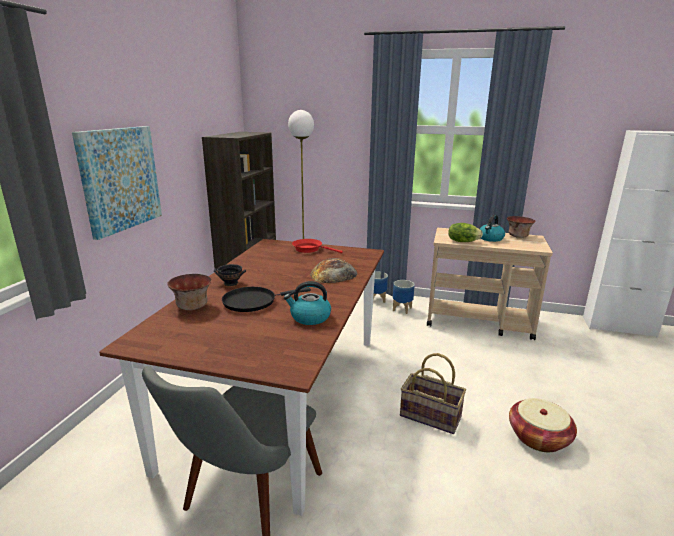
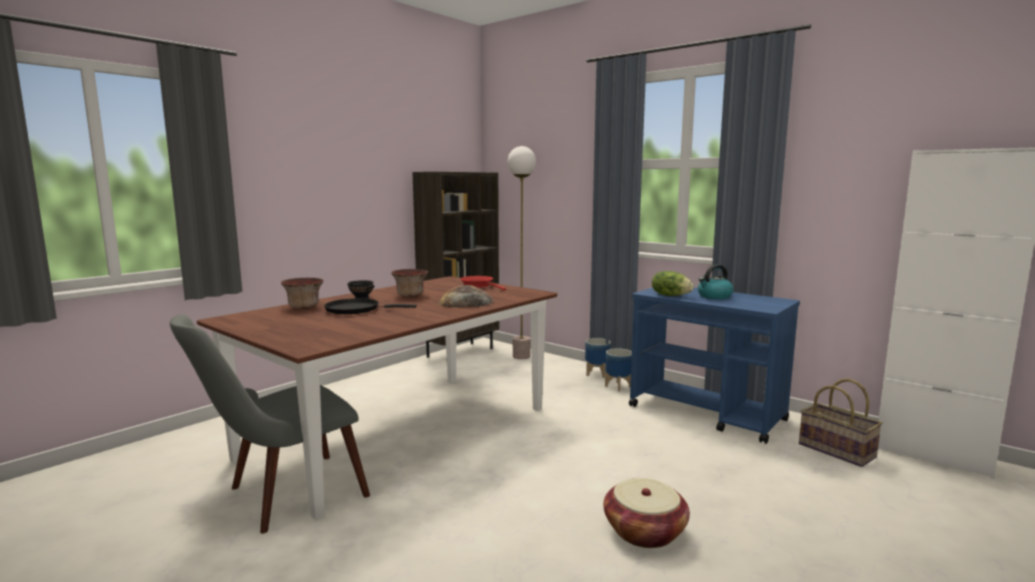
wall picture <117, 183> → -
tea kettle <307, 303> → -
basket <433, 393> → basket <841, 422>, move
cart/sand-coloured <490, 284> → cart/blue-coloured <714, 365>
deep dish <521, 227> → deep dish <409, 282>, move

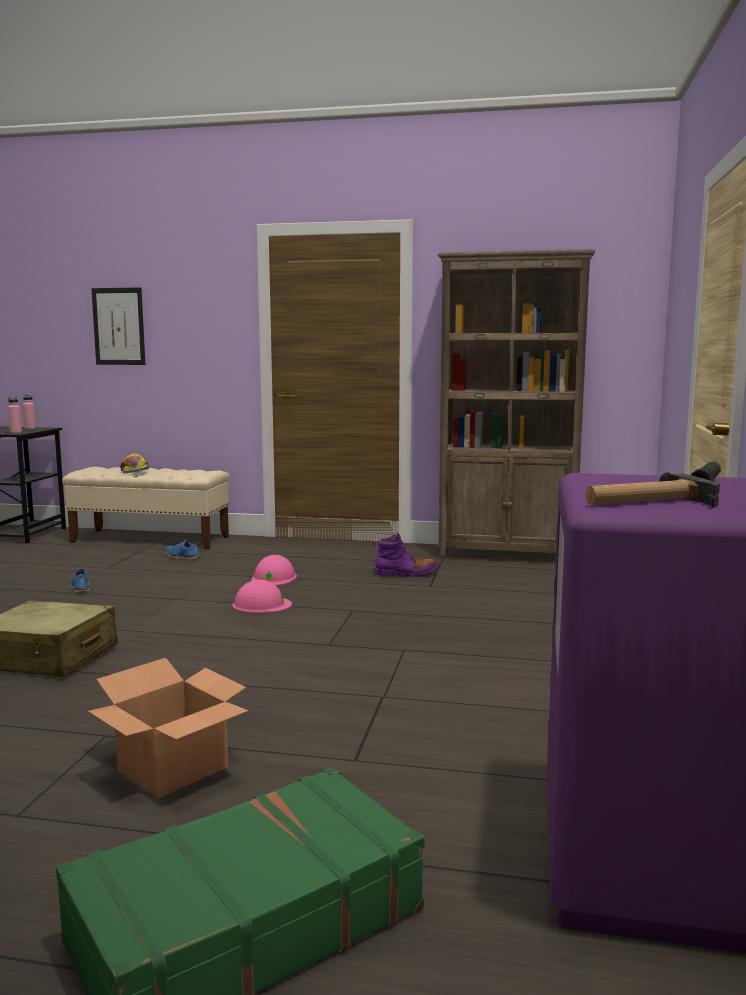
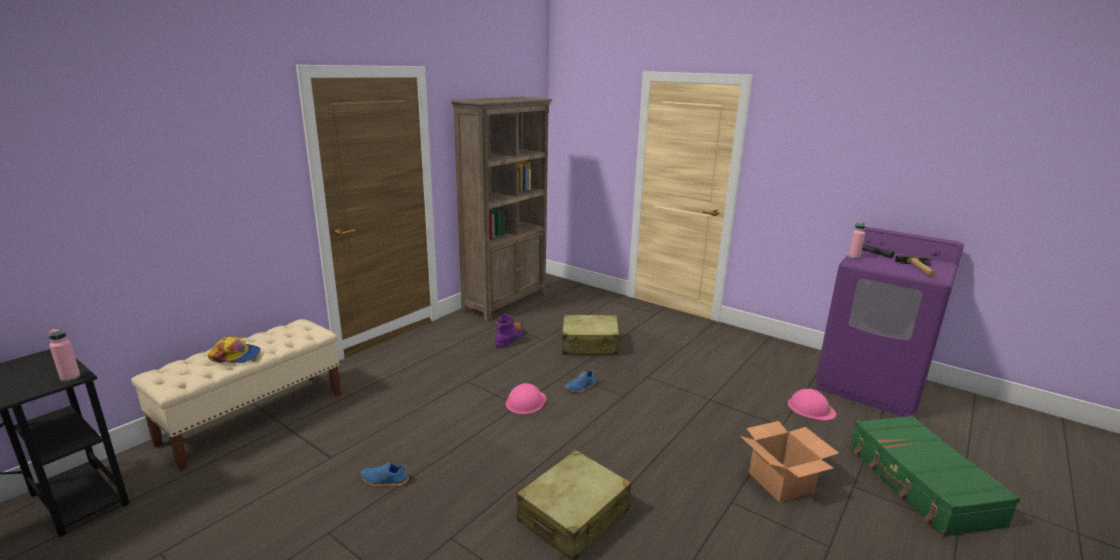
bottle/pink-coloured <29, 412> → bottle/pink-coloured <856, 240>, move
wall picture <118, 326> → -
low shoe/blue-coloured <182, 549> → low shoe/blue-coloured <580, 381>, move
safety helmet/pink-coloured <274, 570> → safety helmet/pink-coloured <812, 405>, move
- → piece of luggage/sand-coloured <592, 335>

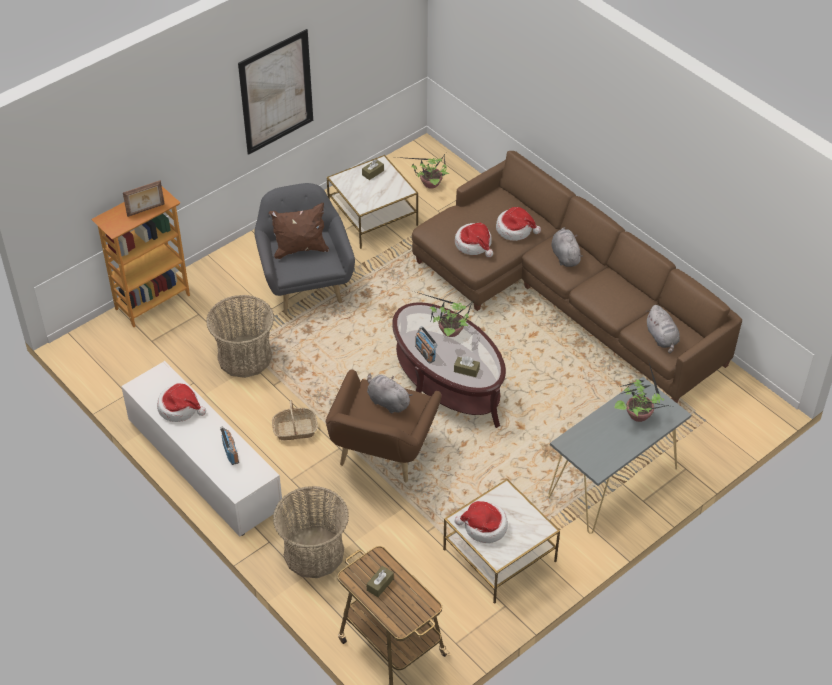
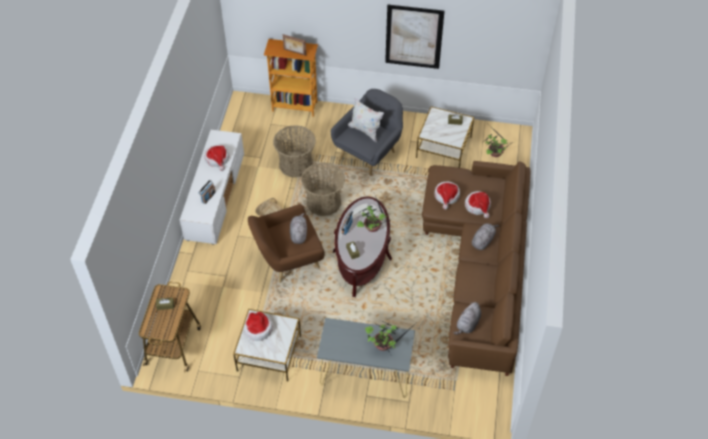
pillow/brownish <299, 231> → pillow/white <366, 119>
basket <311, 532> → basket <323, 189>, move

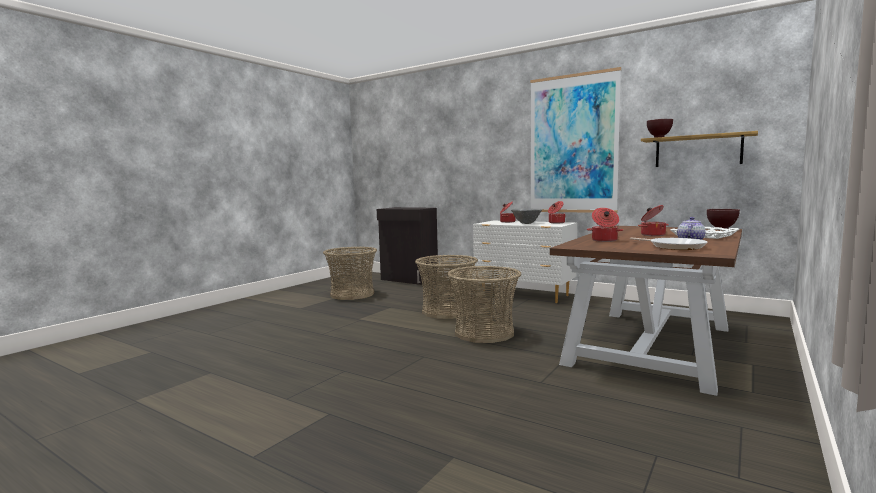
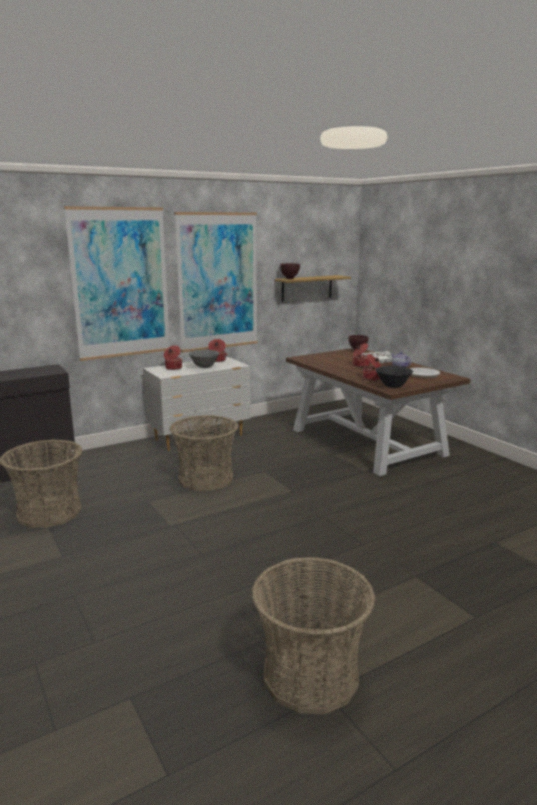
basket <484, 304> → basket <314, 635>, move
- → wall picture <117, 283>
- → deep dish/black <394, 377>

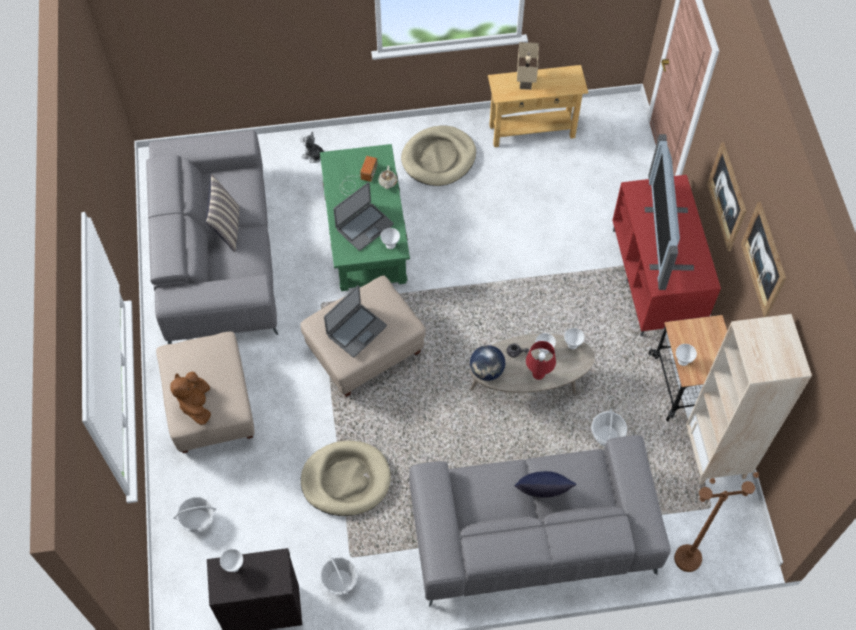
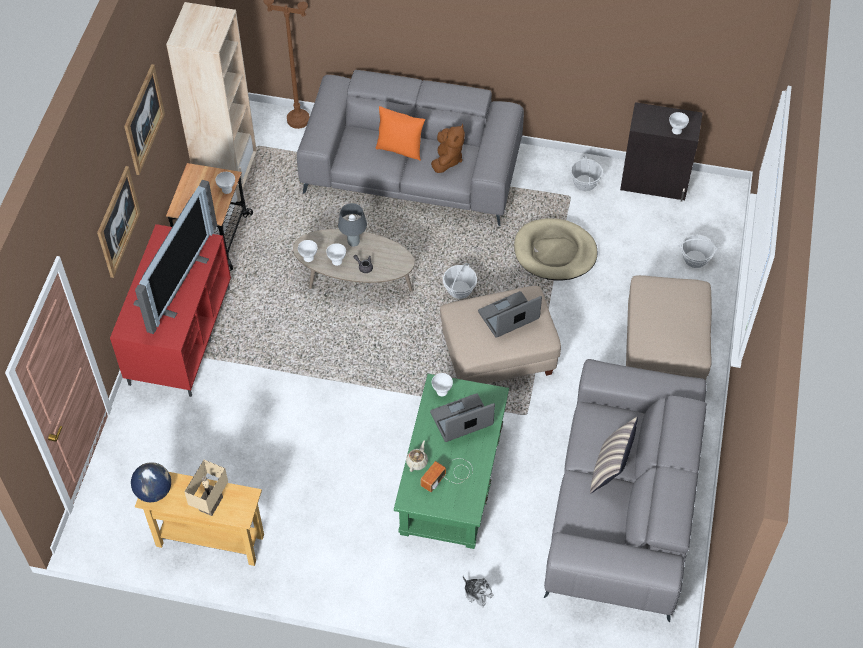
plush toy/brownish <190, 398> → plush toy/brownish <448, 148>, move
dog bed/sand-coloured <438, 155> → -
world globe <487, 363> → world globe <151, 482>, move
pillow/blue-coloured <545, 484> → pillow/orange <400, 133>
table lamp/red <541, 360> → table lamp/gray <352, 225>
basket <609, 427> → basket <460, 281>, move

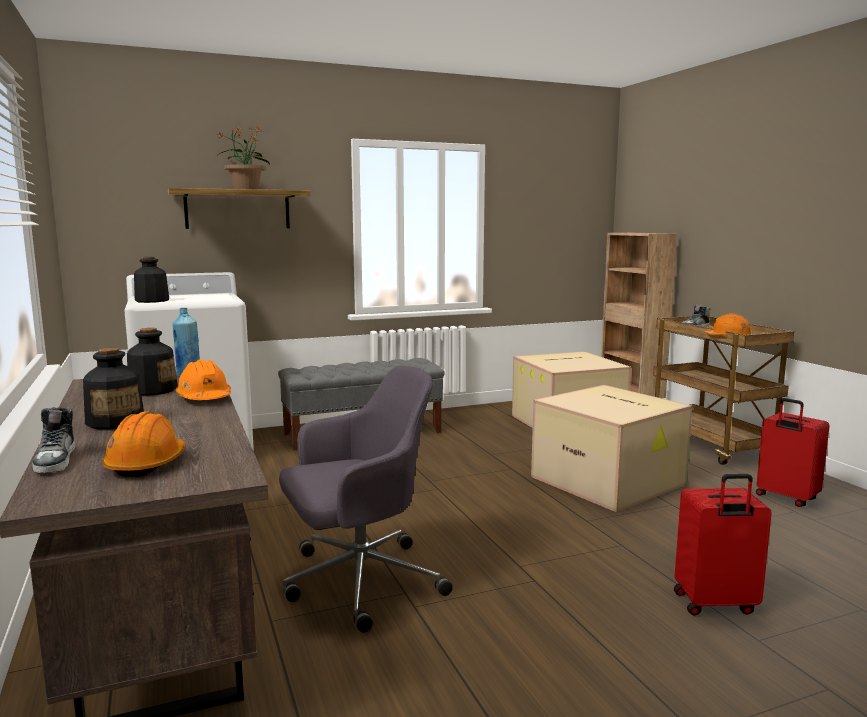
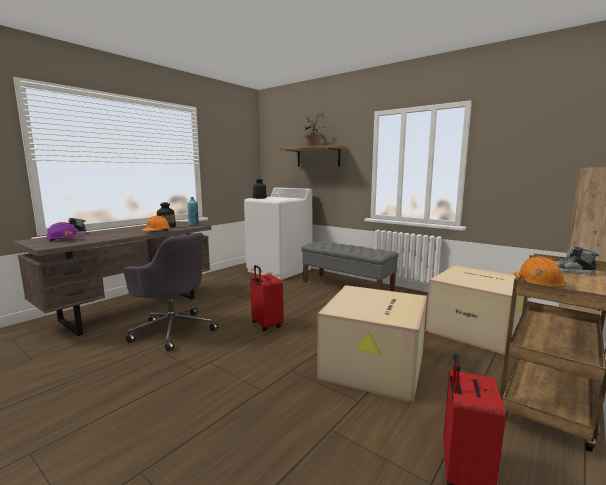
bottle <113, 388> → -
safety helmet/orange <144, 444> → safety helmet/purplish <64, 232>
piece of luggage/red <723, 545> → piece of luggage/red <266, 298>, move

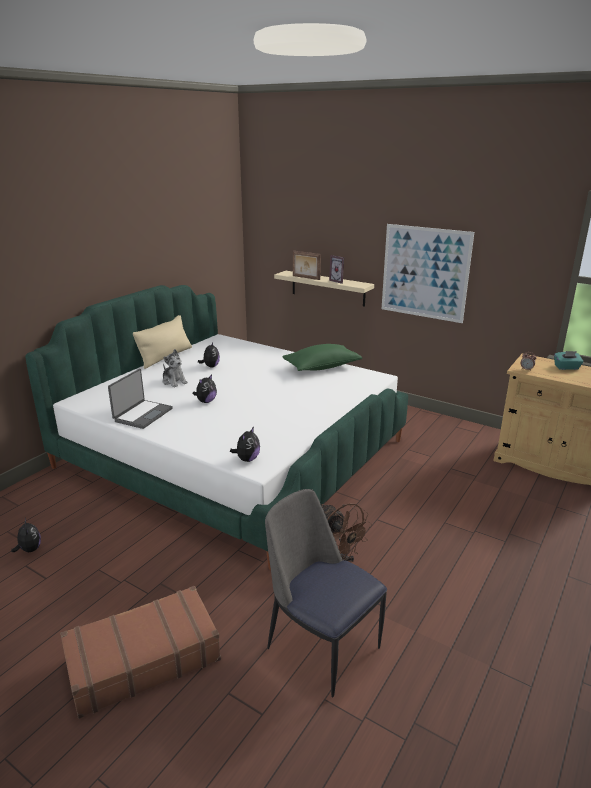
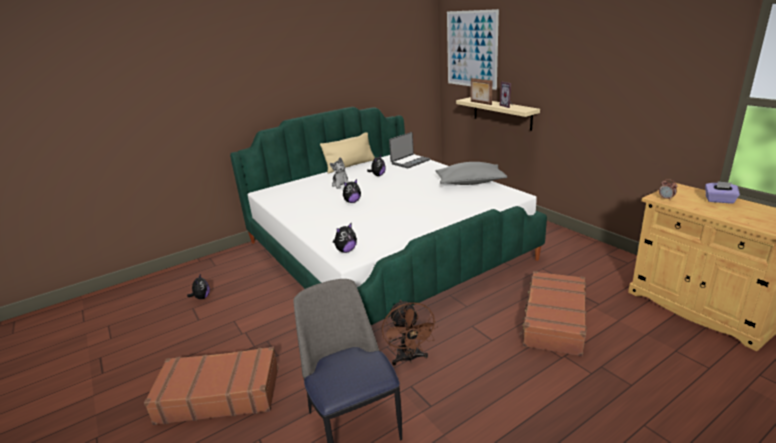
portable computer <140, 399> → portable computer <409, 150>, move
pillow/green-coloured <322, 357> → pillow/gray <471, 173>
wall picture <428, 273> → wall picture <473, 49>, move
box of tissues/turquoise-coloured <568, 360> → box of tissues/purplish <722, 192>
- → piece of luggage/brownish <553, 313>

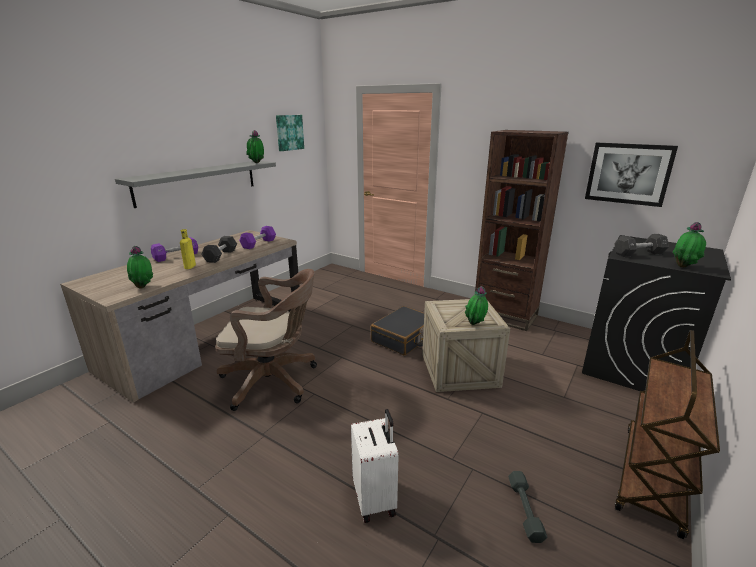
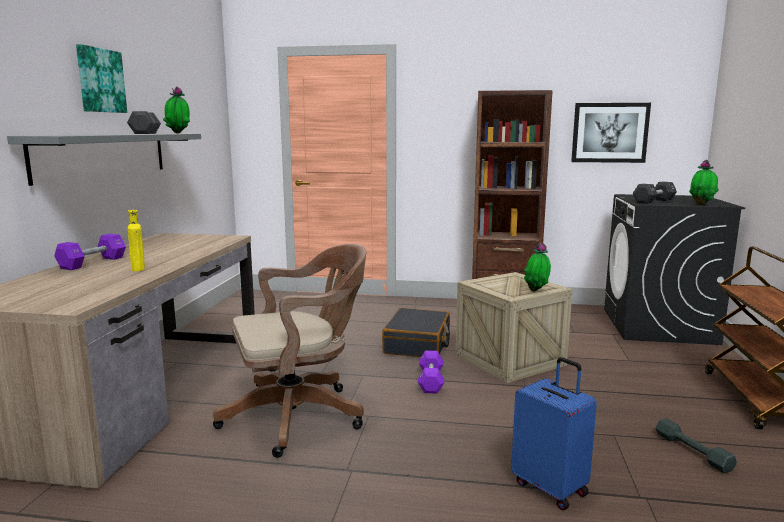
plant in a pot <140, 267> → -
hand weight/black <219, 249> → hand weight/black <144, 122>, move
hand weight/purplish <257, 237> → hand weight/purplish <431, 372>, move
wall picture <290, 133> → wall picture <101, 78>, move
piece of luggage/white <375, 466> → piece of luggage/blue-coloured <554, 433>

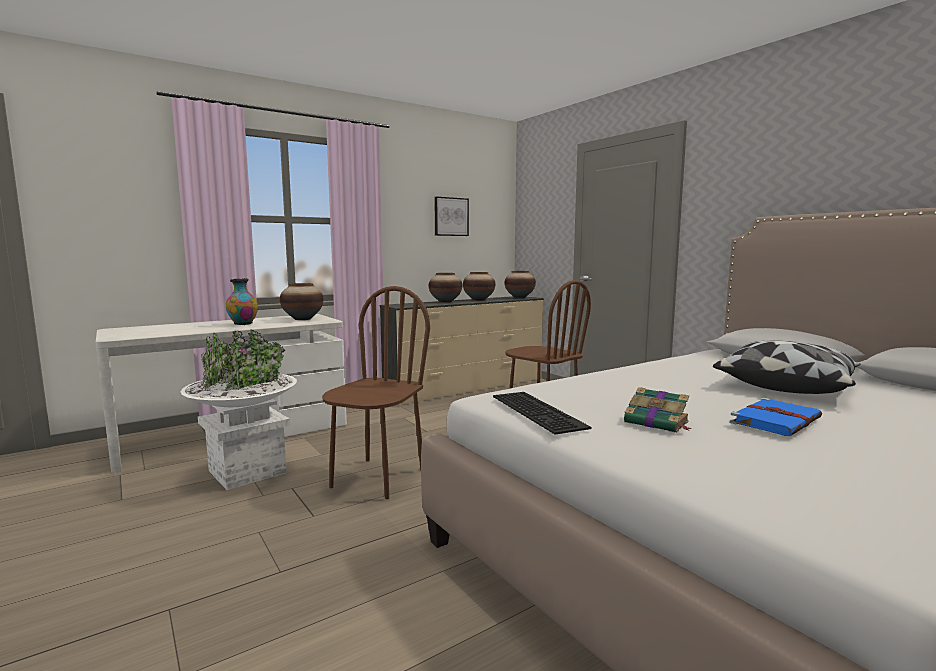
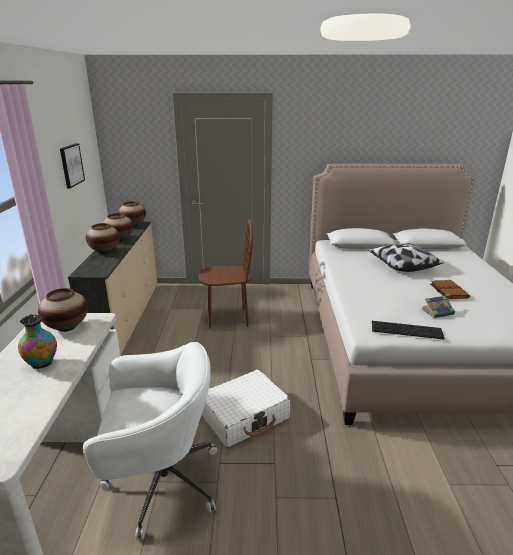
plant pot/white <238, 409> → computer chair/white <150, 441>
plain chair/brownish <376, 392> → piece of luggage/white <246, 408>
bound book/blue-coloured <776, 417> → bound book/brownish <450, 290>

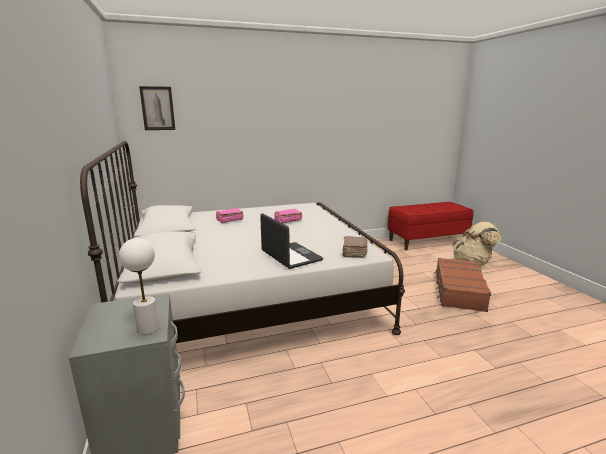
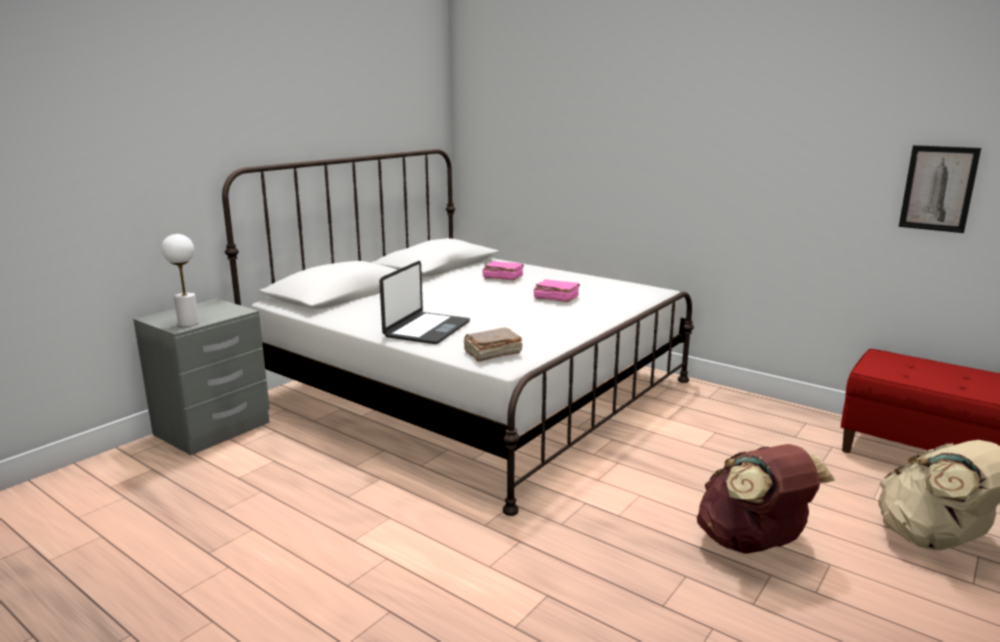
wall picture <157, 108> → wall picture <940, 189>, move
piece of luggage/brownish <462, 285> → rucksack/brownish <766, 499>

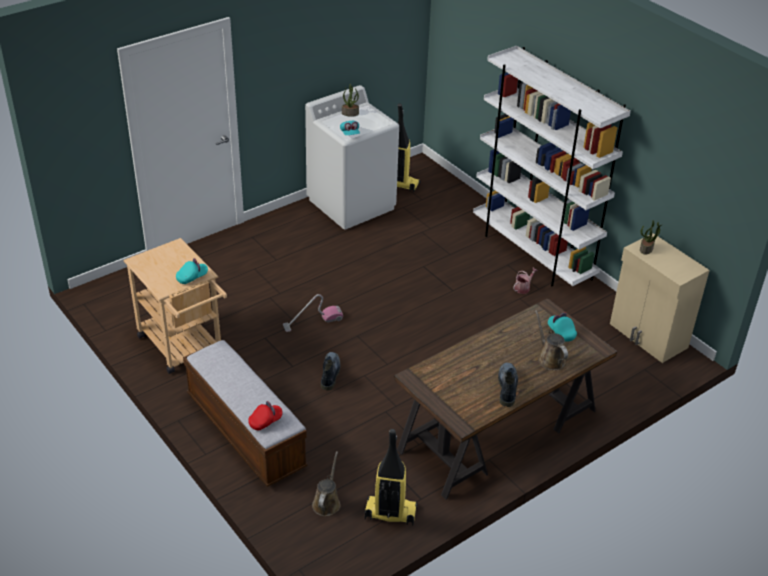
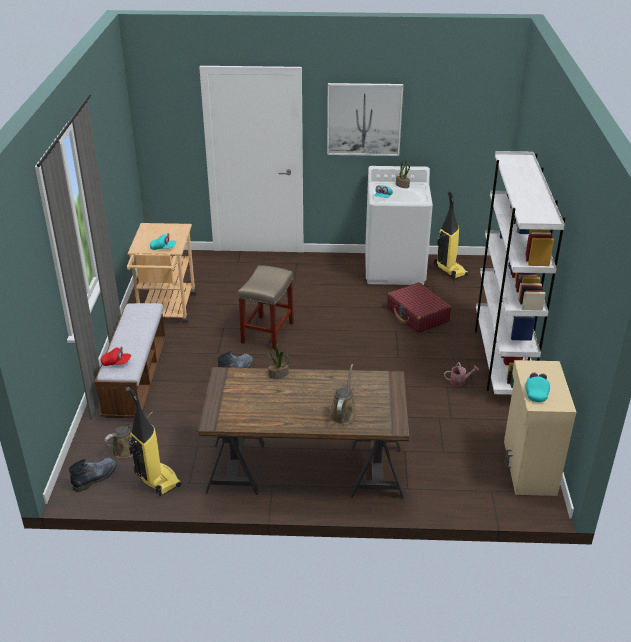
vacuum cleaner <313, 313> → sitting stool/sand-coloured <266, 307>
tall boot <508, 385> → tall boot <93, 475>, move
baseball cap/turquoise-coloured <562, 327> → baseball cap/turquoise-coloured <537, 387>, move
plant in a pot <650, 237> → plant in a pot <277, 361>, move
- → wall picture <365, 119>
- → piece of luggage/red <419, 307>

